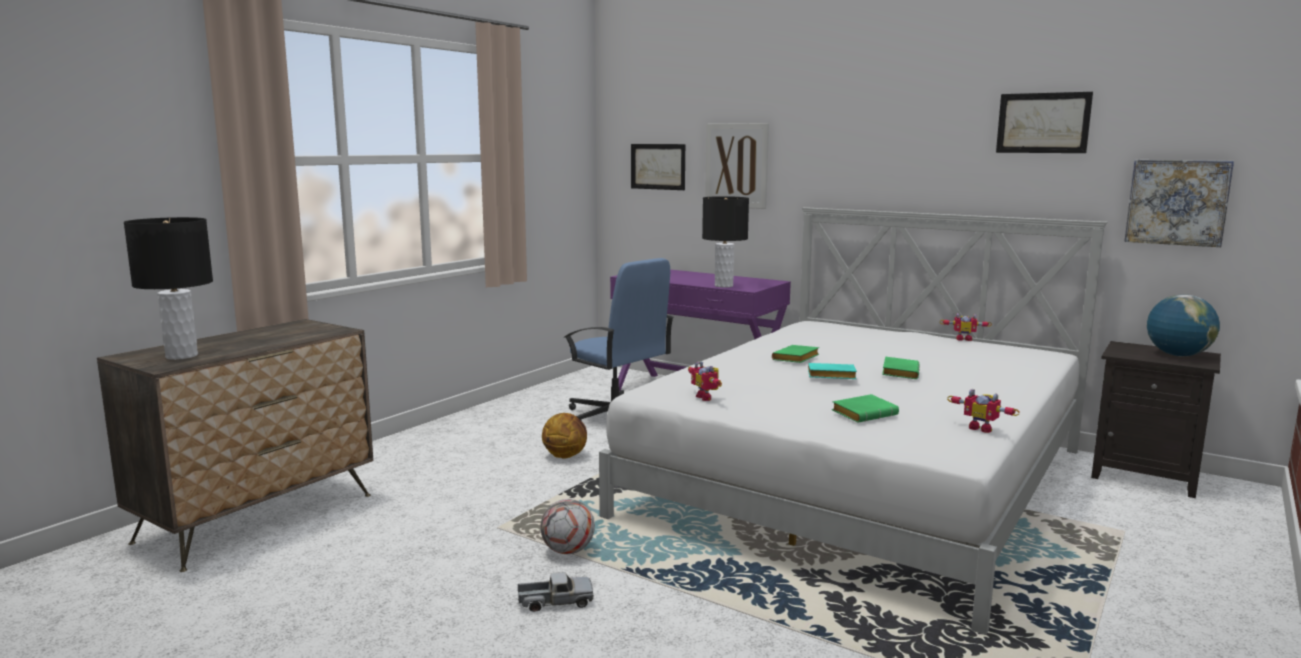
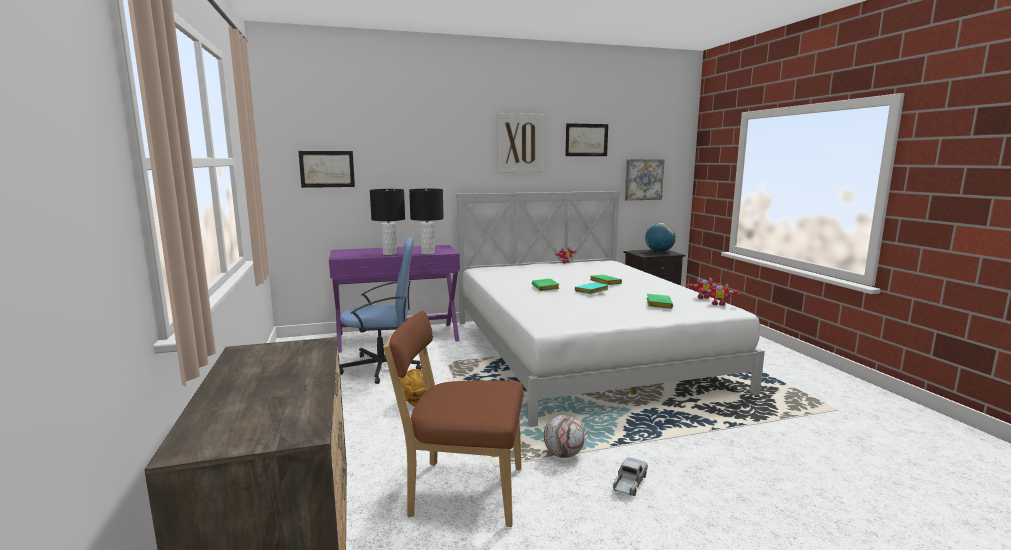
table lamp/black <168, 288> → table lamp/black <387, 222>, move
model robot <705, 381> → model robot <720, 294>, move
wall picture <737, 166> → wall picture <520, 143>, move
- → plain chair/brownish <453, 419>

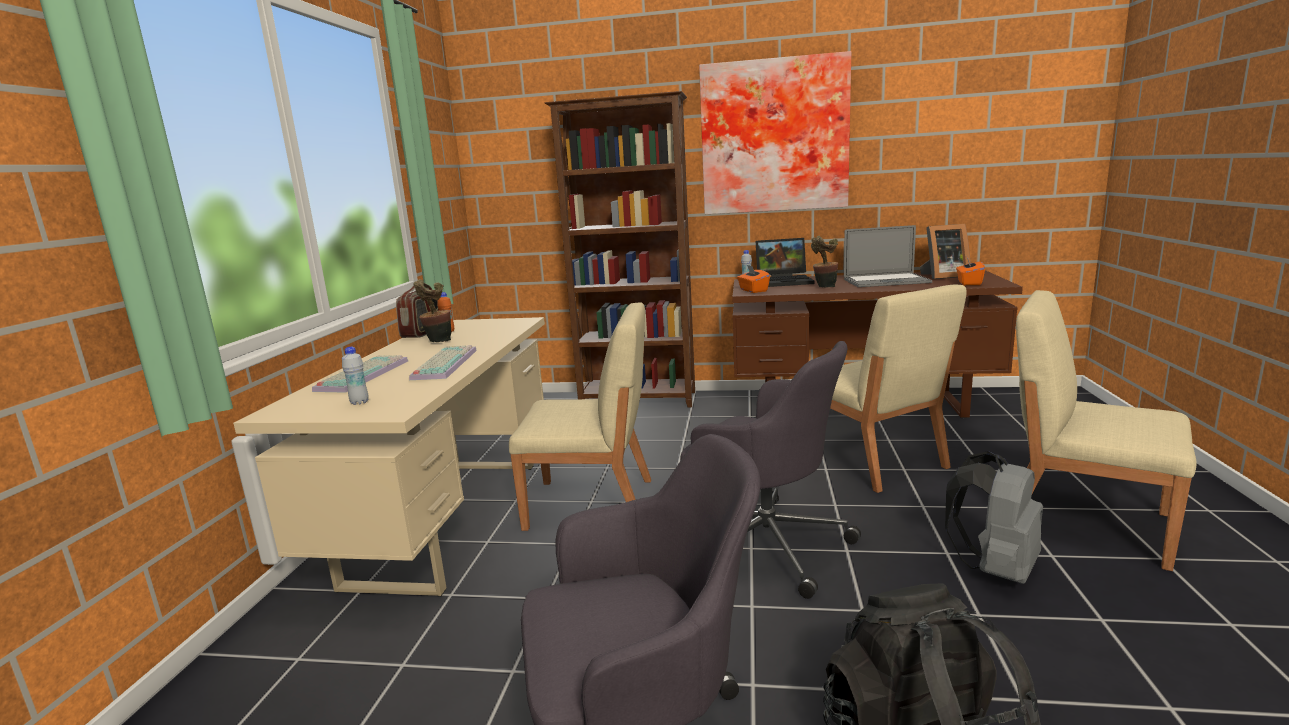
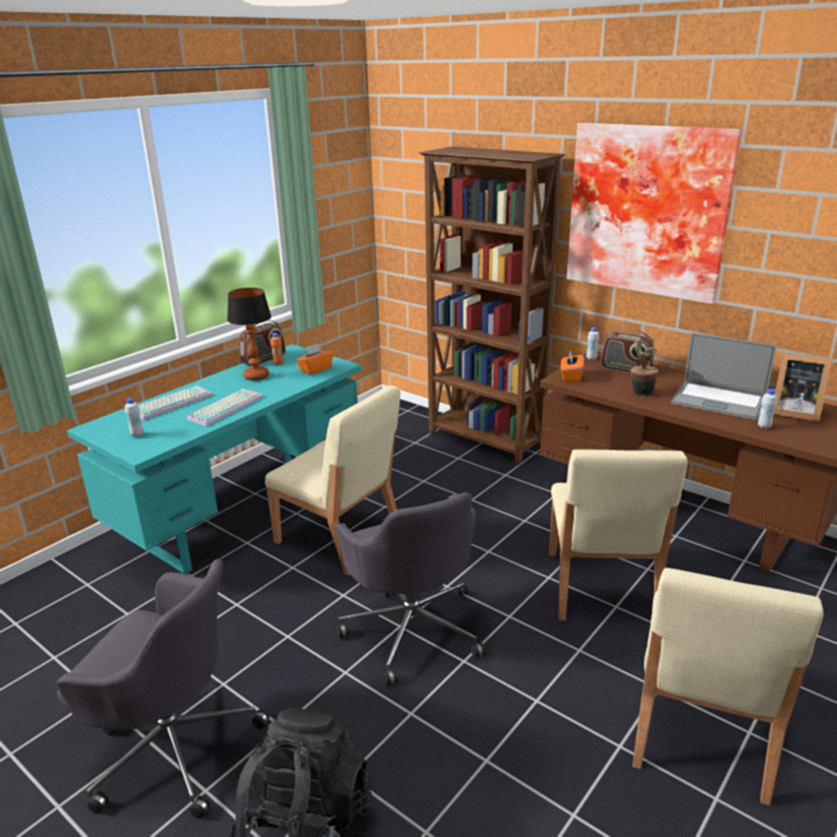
desk/sand-coloured <389, 457> → desk/turquoise-coloured <214, 459>
plant in a pot <432, 310> → table lamp <249, 334>
portable computer <784, 262> → radio receiver <627, 351>
rucksack/gray <994, 517> → -
box of tissues/orange <970, 270> → box of tissues/orange <314, 359>, move
plain chair/sand-coloured <1106, 430> → plain chair/sand-coloured <728, 687>, 135 degrees counterclockwise
- → bottle/white <767, 409>

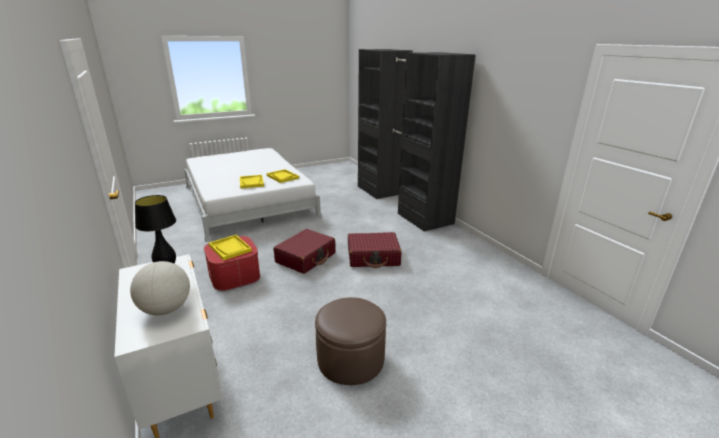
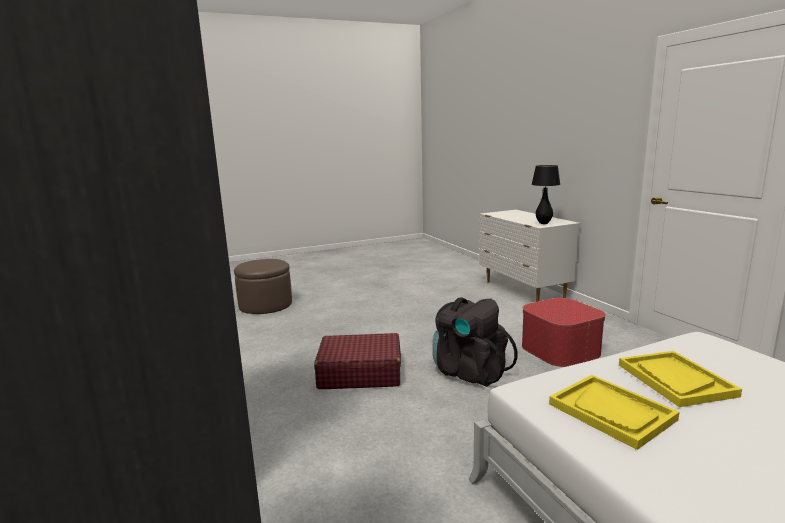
world globe <160, 288> → -
serving tray/yellowish <230, 248> → -
piece of luggage/red <304, 251> → rucksack/black <475, 342>
pouffe/brownish <350, 341> → pouffe/brownish <263, 286>, move

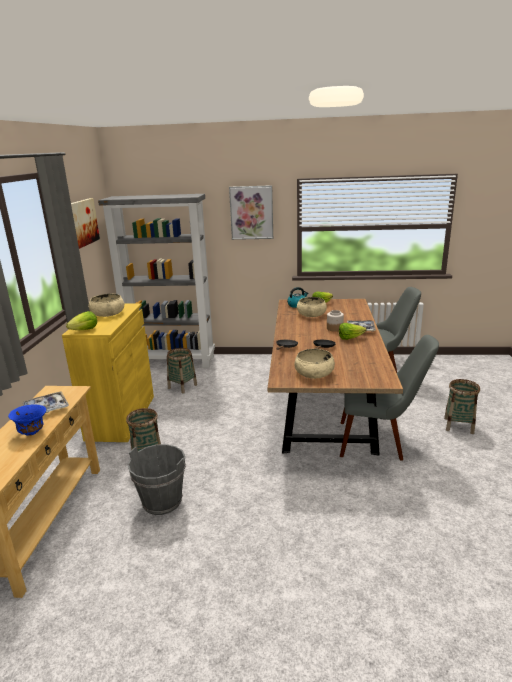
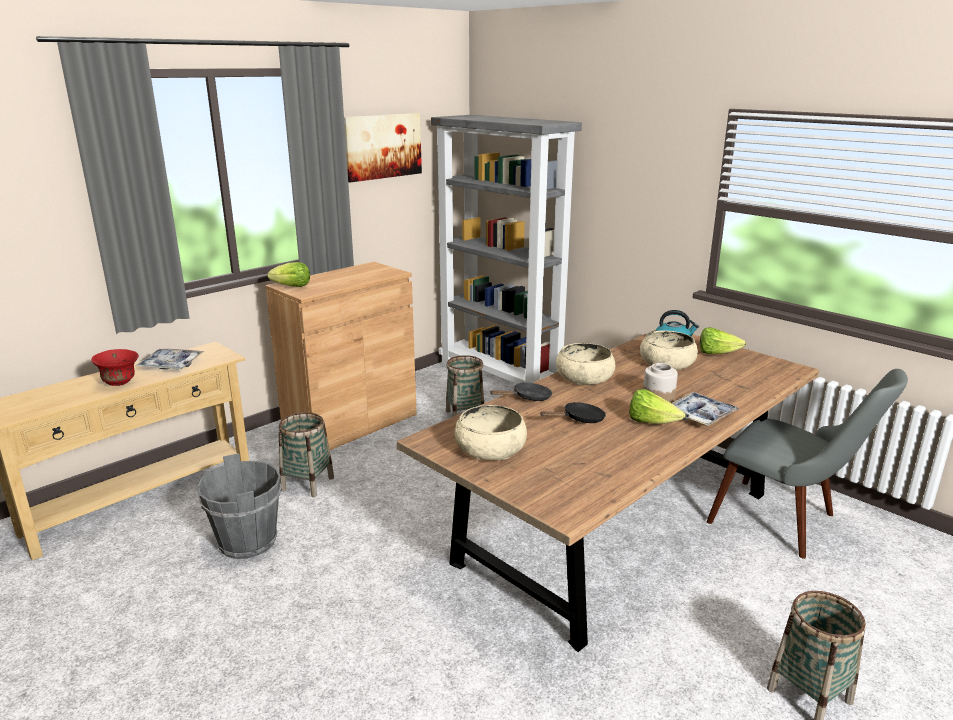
deep dish/blue-coloured <27, 420> → deep dish/red <115, 367>
cabinet/yellowish <108, 372> → cabinet/brownish <341, 356>
deep dish/sand-coloured <106, 305> → deep dish/sand-coloured <585, 364>, move
wall picture <251, 212> → -
plain chair/gray <389, 398> → -

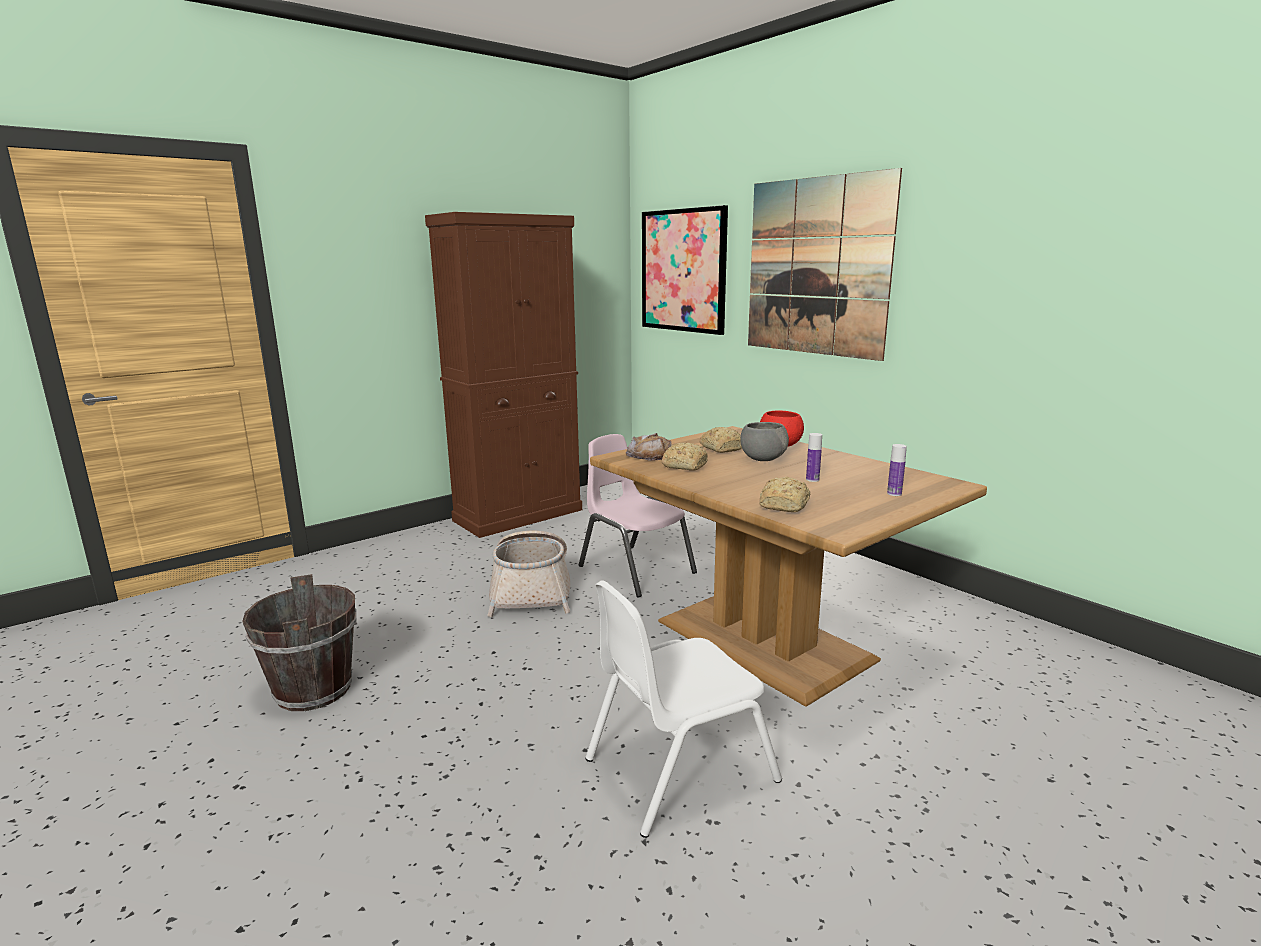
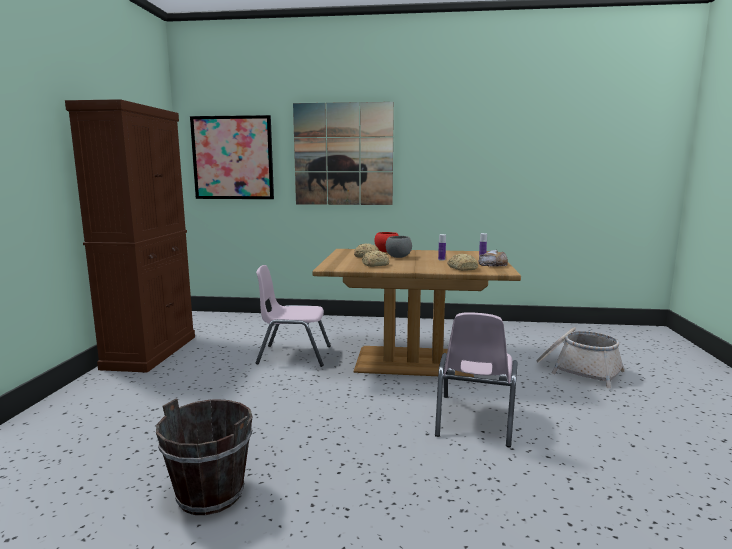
basket <528, 574> → basket <580, 357>, move
plain chair/white <683, 709> → plain chair/pink-coloured <476, 379>
baked bread <649, 447> → baked bread <493, 258>, move

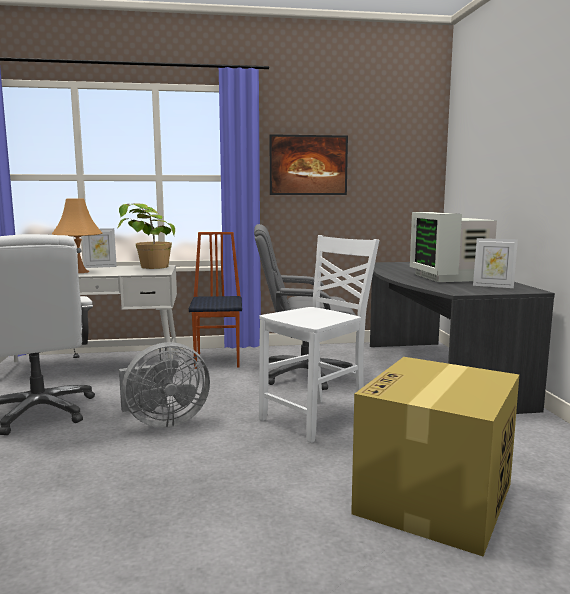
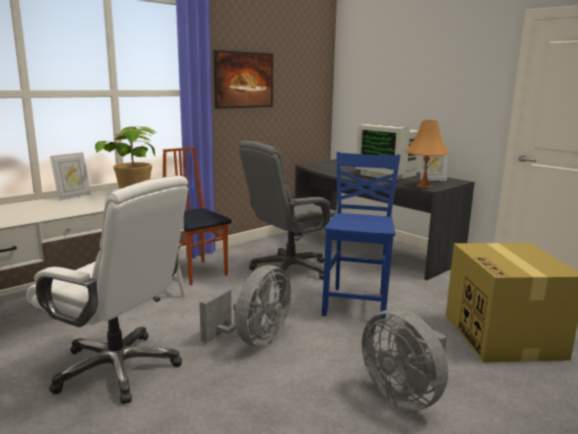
table lamp/orange <77, 236> → table lamp/orange <427, 154>, move
plain chair/white <319, 339> → plain chair/blue-coloured <361, 235>
- → electric fan/gray <405, 359>

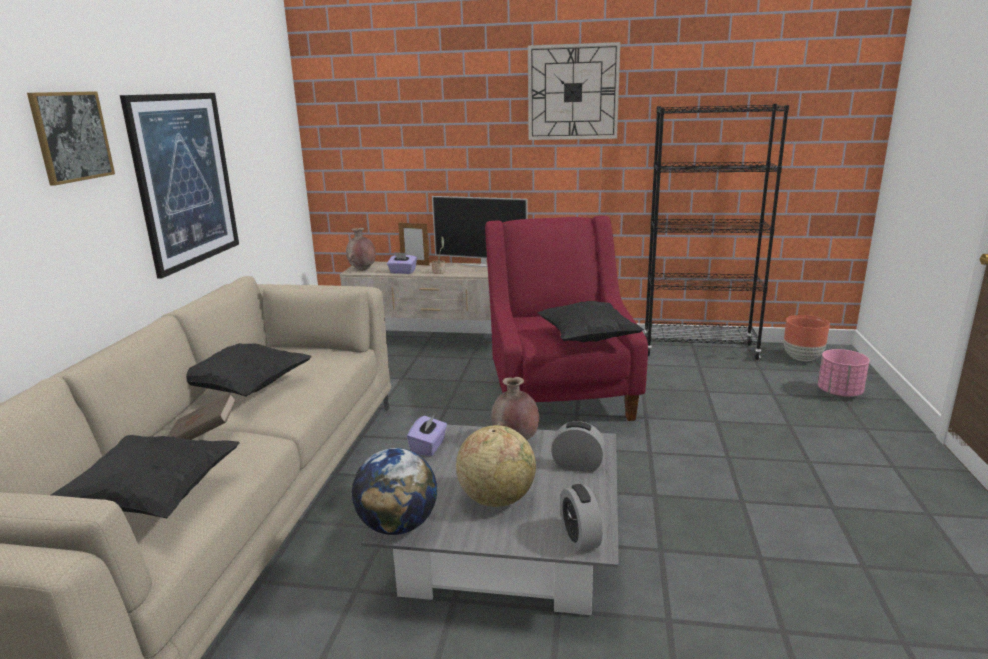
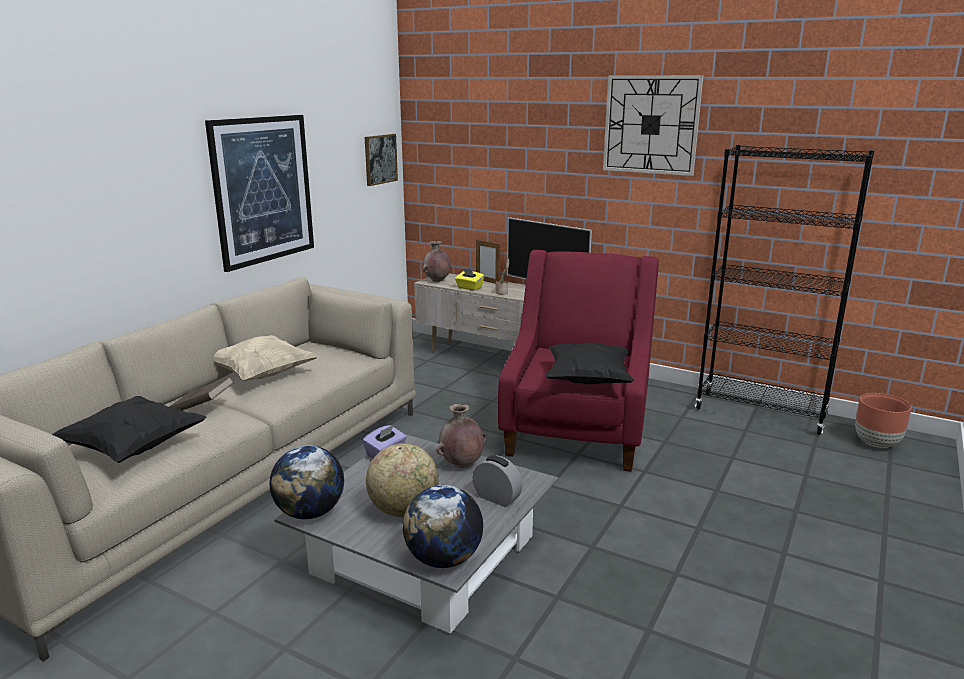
wall picture <71, 138> → wall picture <381, 160>, move
pillow/black <249, 370> → pillow/sand-coloured <265, 358>
box of tissues/purplish <402, 263> → box of tissues/yellowish <469, 279>
bedside clock <581, 517> → world globe <443, 526>
plant pot/pink-coloured <844, 373> → -

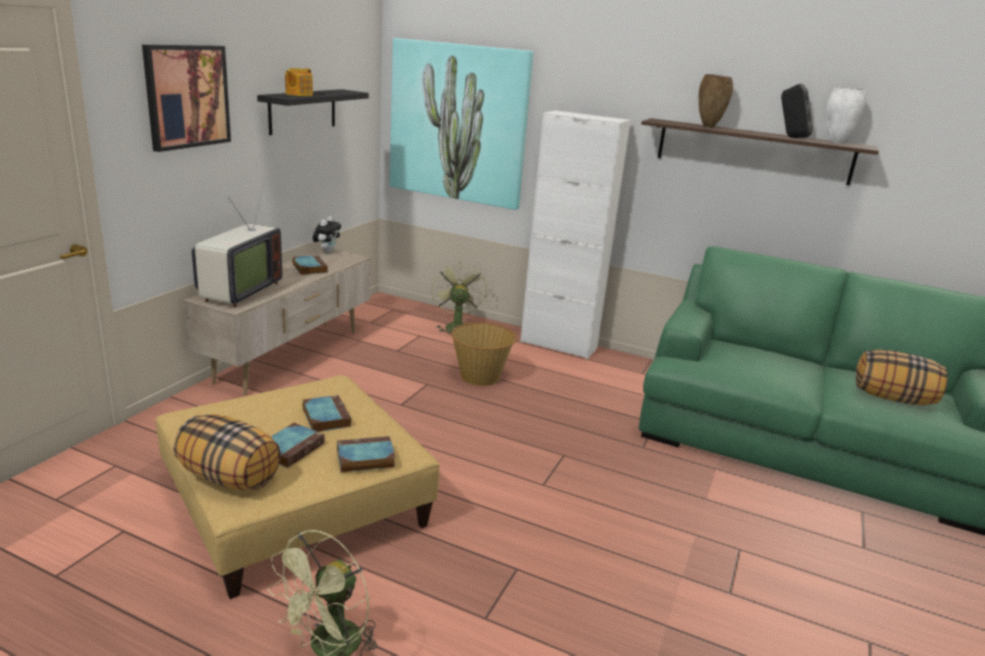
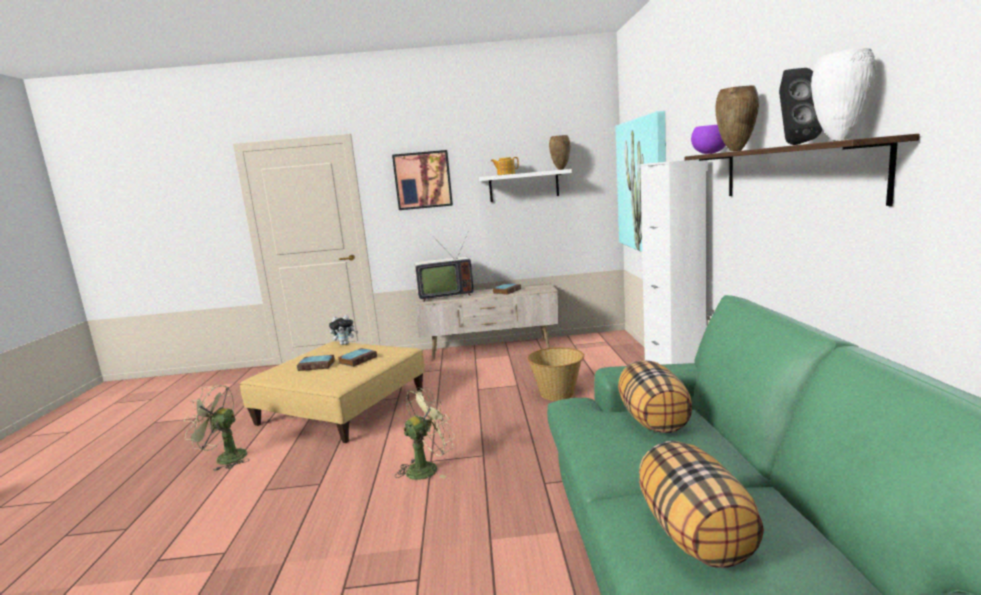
pillow <227, 452> → pillow <655, 397>, move
bracket shelf/black <313, 112> → bracket shelf/white <525, 185>
plush toy <327, 234> → plush toy <343, 330>, move
bound book <366, 454> → -
electric fan/green-coloured <459, 299> → electric fan/green-coloured <425, 433>, move
- → decorative vase/brownish <559, 152>
- → deep dish/purplish <708, 139>

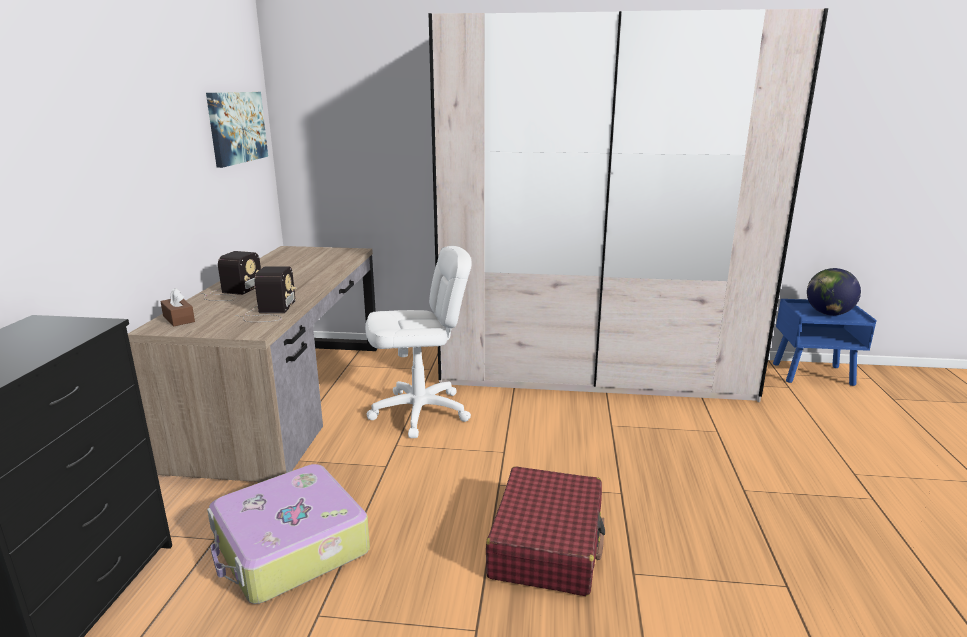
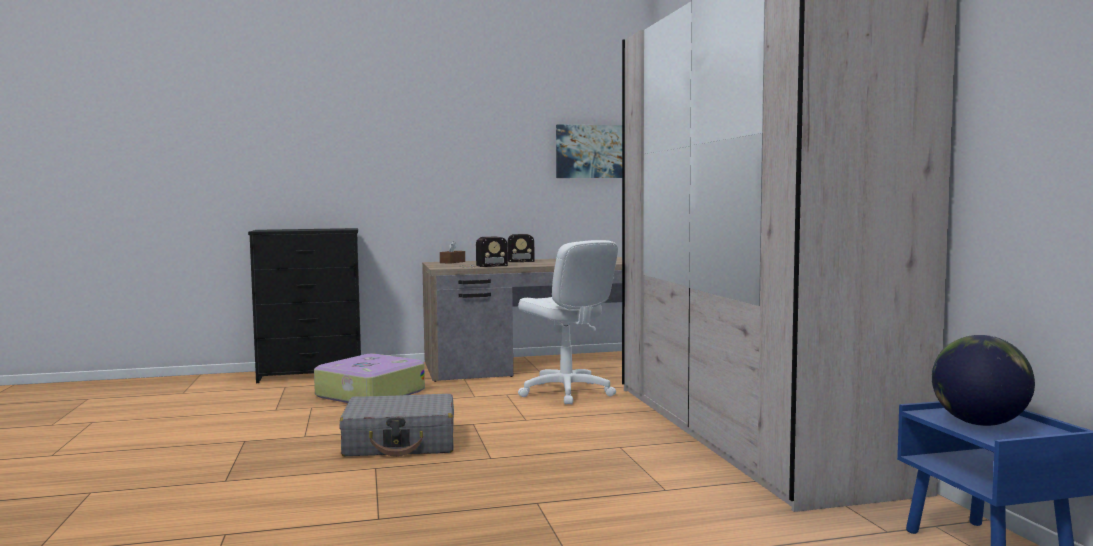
piece of luggage/red <545, 531> → piece of luggage/gray <396, 425>

